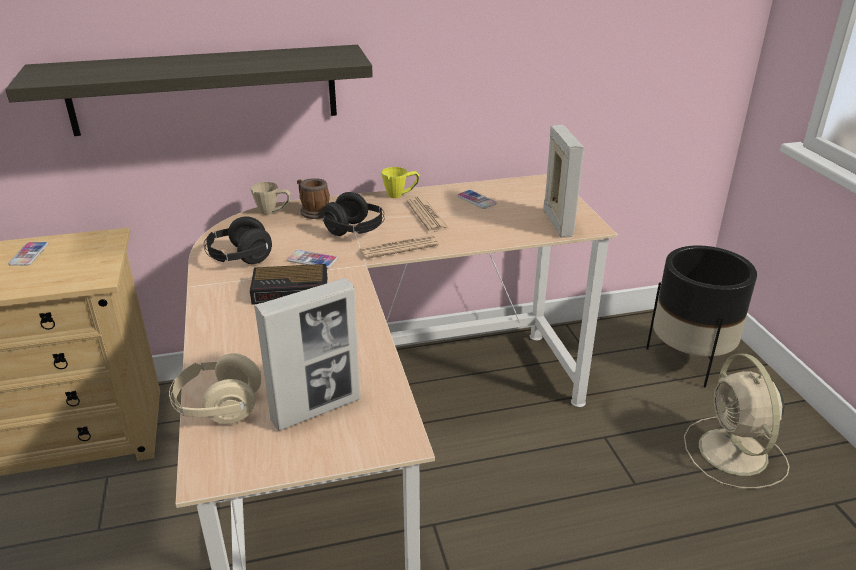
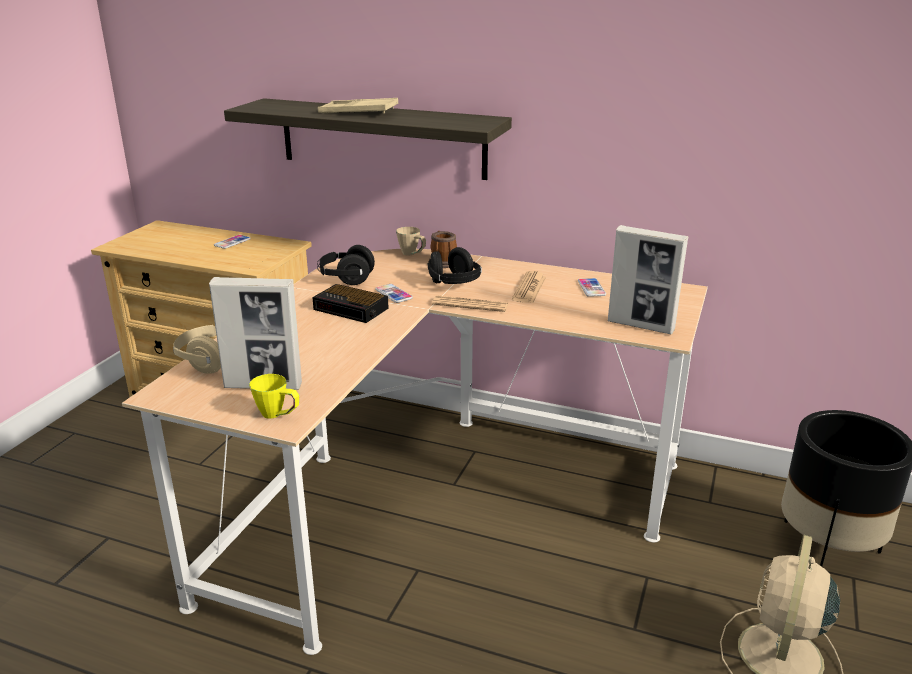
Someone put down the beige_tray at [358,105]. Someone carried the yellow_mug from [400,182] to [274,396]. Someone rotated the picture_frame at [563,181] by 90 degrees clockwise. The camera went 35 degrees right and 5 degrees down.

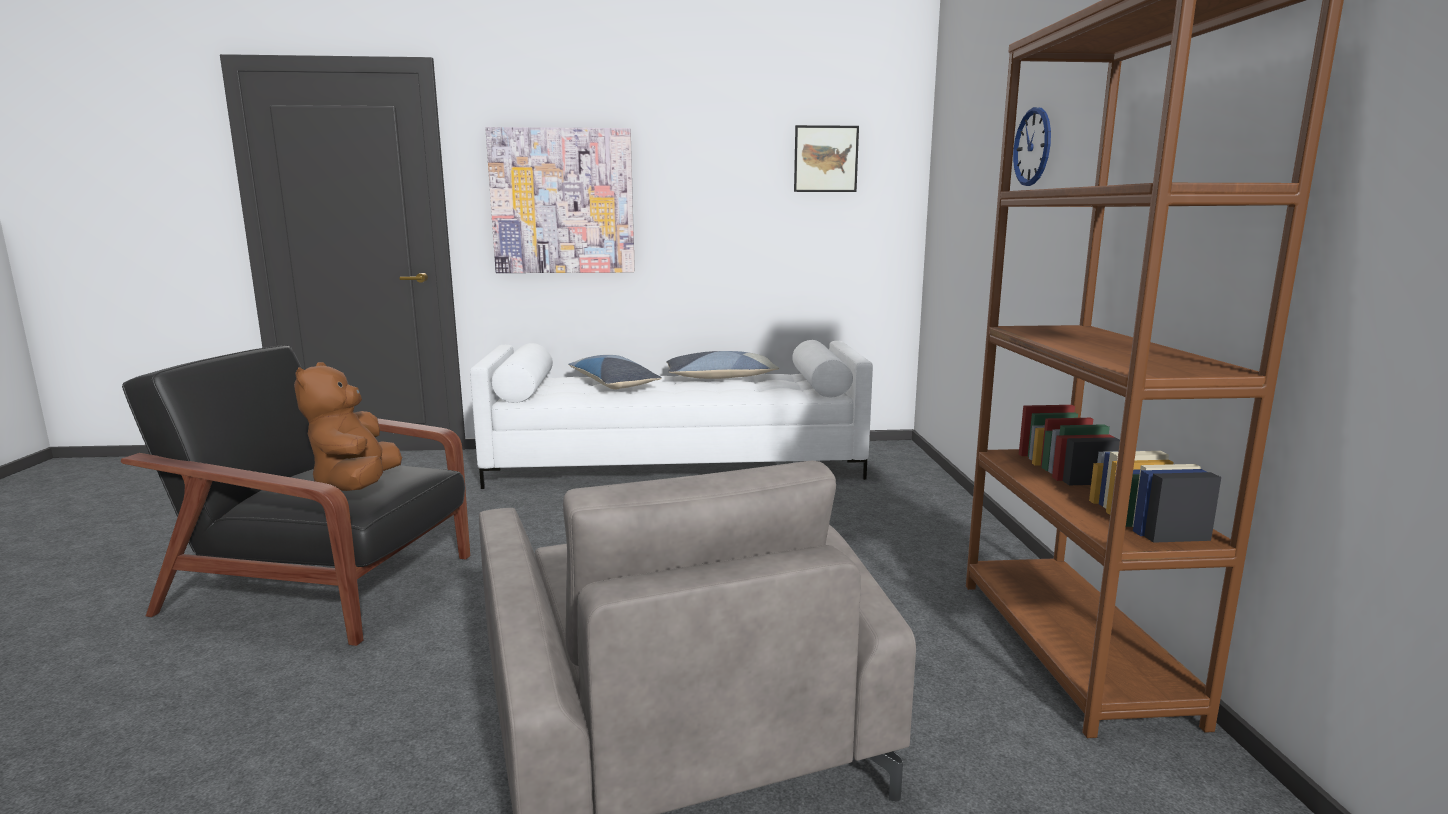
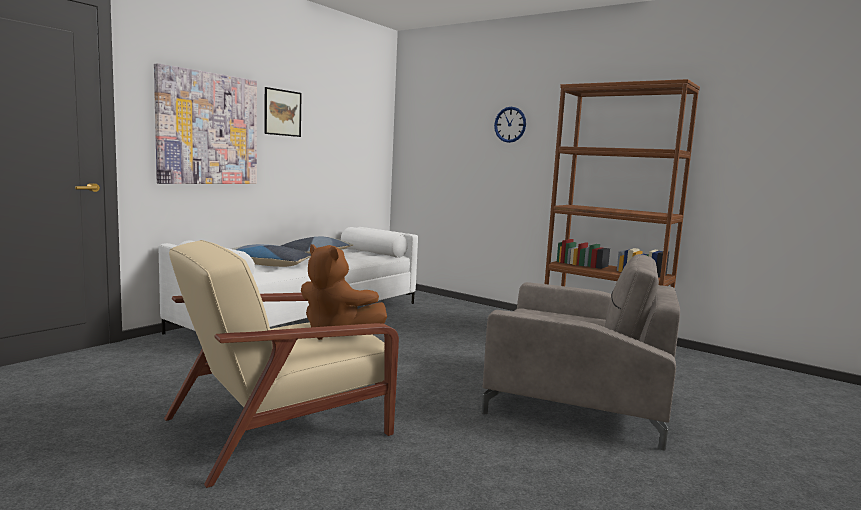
Someone carried the picture from [826,158] to [283,112]. Someone repainted the black_armchair at [295,495], which became the beige_armchair at [281,364]. The camera went 50 degrees left and 5 degrees down.

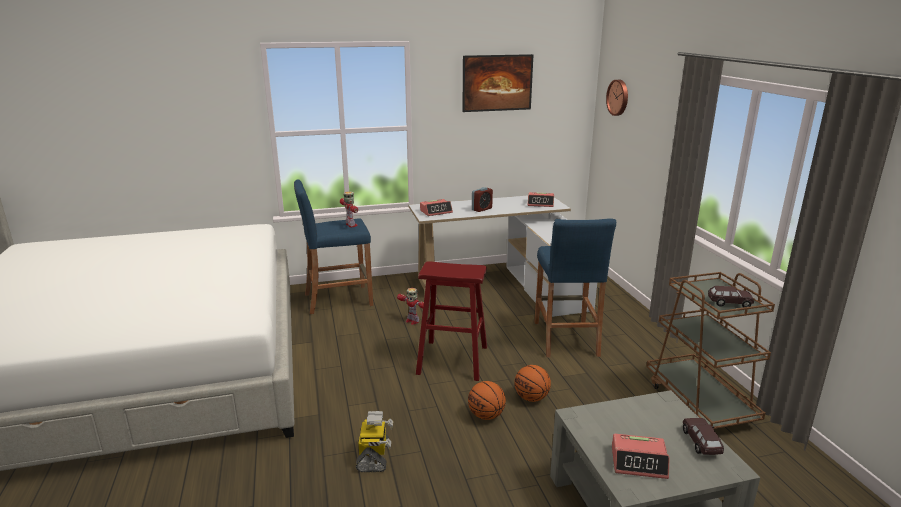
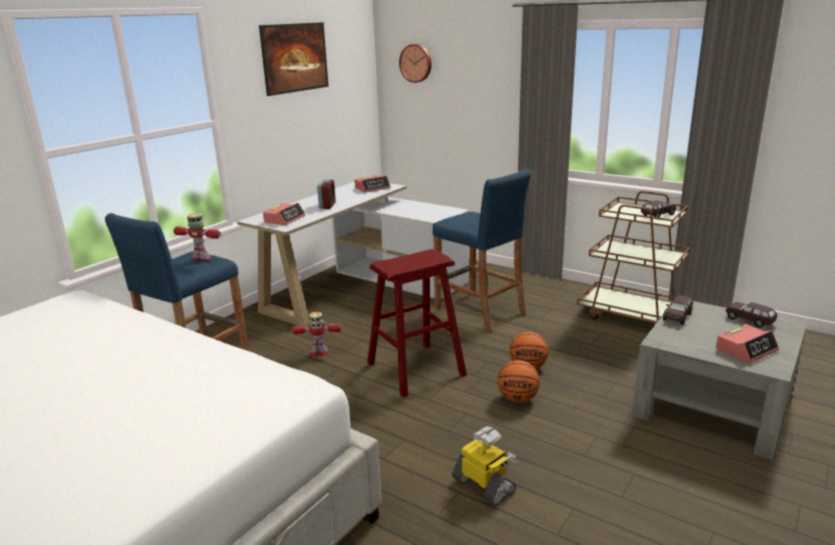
Someone put down the brown_toy_car at [678,310]. The camera went 40 degrees left and 0 degrees up.

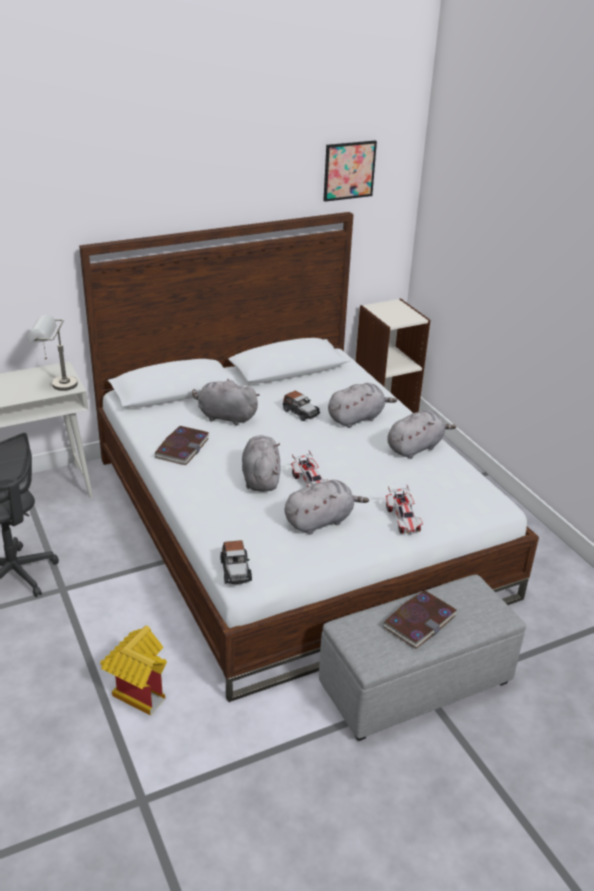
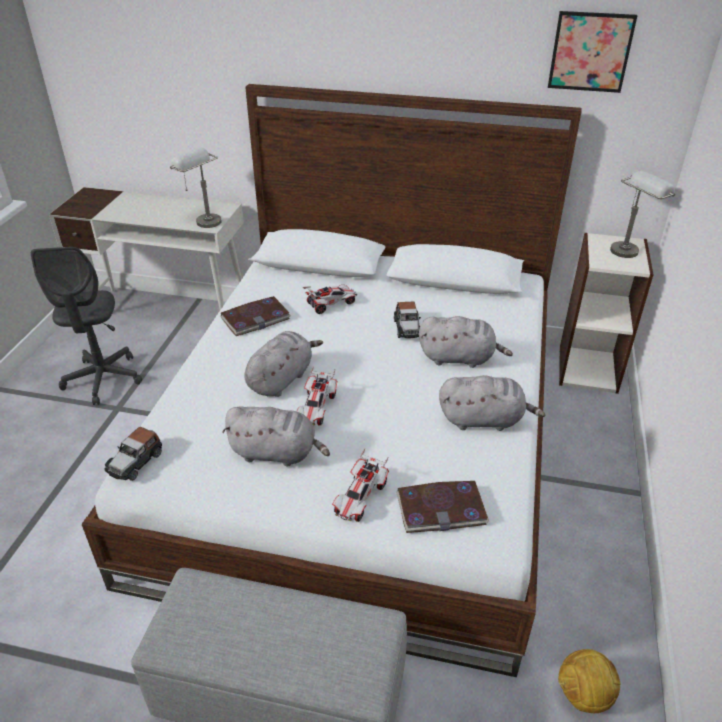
Someone took away the toy_house at [133,670]. Someone put down the football at [589,681]. Someone put down the grey_table_lamp at [642,214]. Someone carried the book from [420,619] to [442,507]. Someone swapped the grey_plush_toy at [226,402] for the toy_car at [330,299]. The camera went 40 degrees right and 5 degrees up.

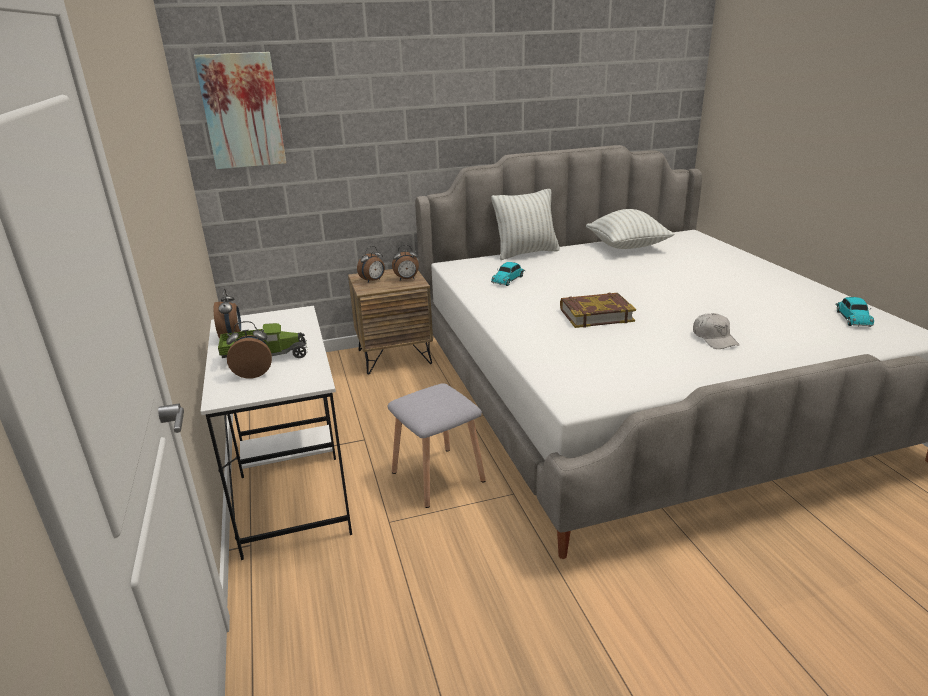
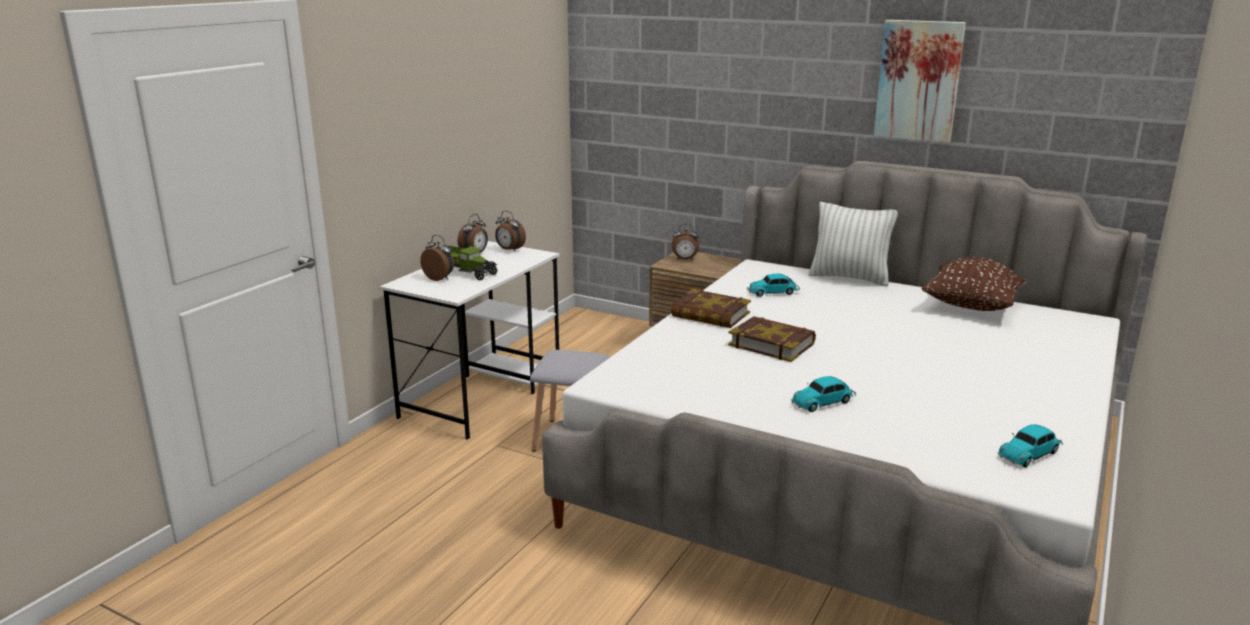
Someone put down the book at [711,308]. Someone carried the picture from [240,110] to [920,81]. Someone carried the alarm_clock from [405,262] to [510,231]. Someone swapped the white_cap at [716,331] for the toy_car at [823,394]. Someone repainted the white_pillow at [630,229], which became the brown_pillow at [974,284]. The camera went 45 degrees right and 5 degrees down.

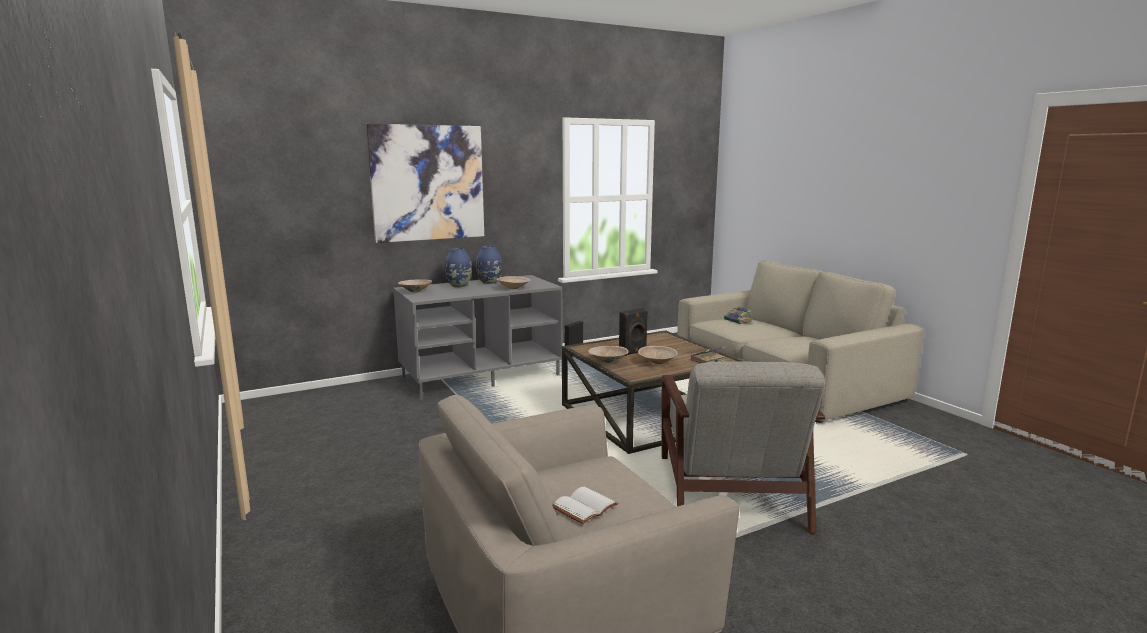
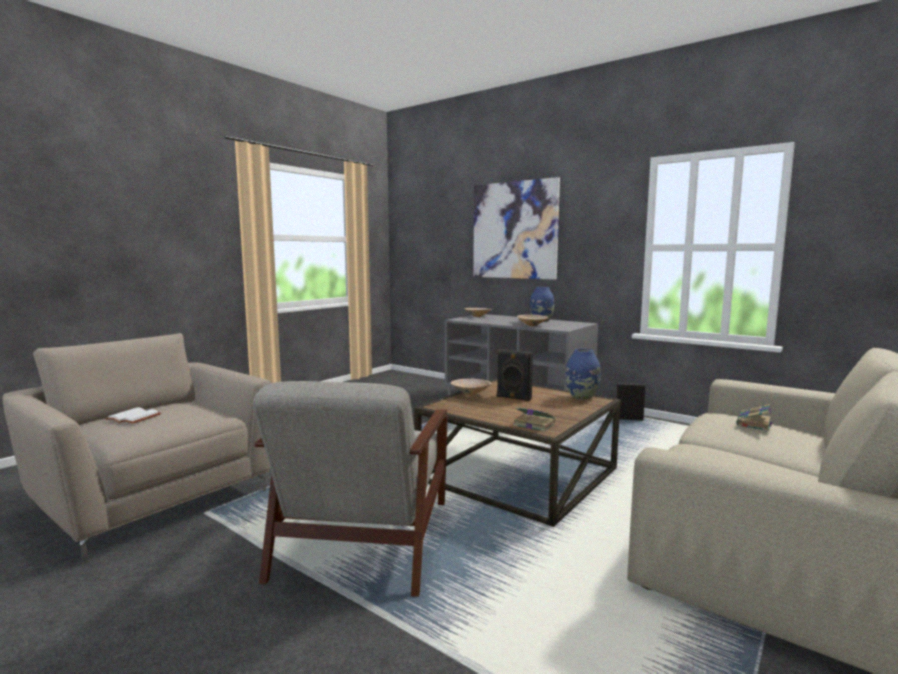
Someone took away the beige_bowl at [658,355]. Someone carried the blue_vase from [458,267] to [583,374]. Someone rotated the grey_armchair at [743,447] by 60 degrees counterclockwise. The camera went 65 degrees right and 5 degrees down.

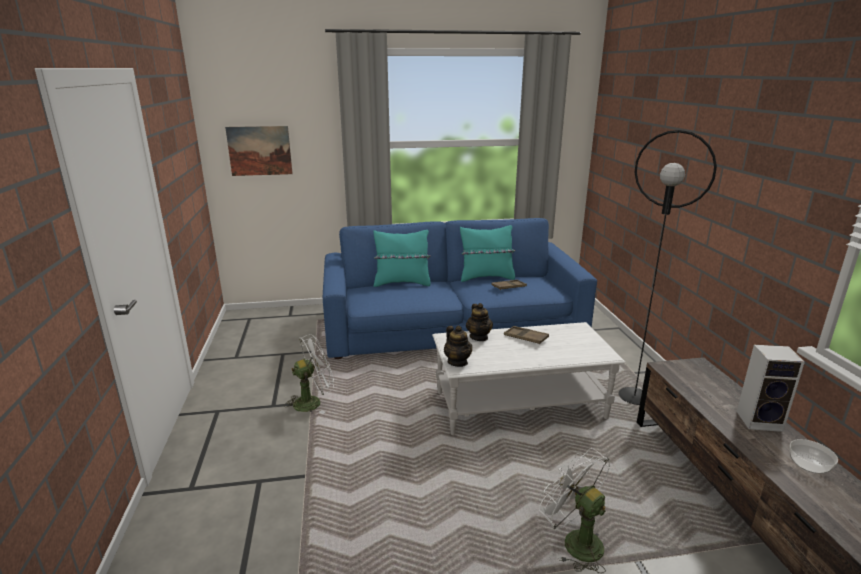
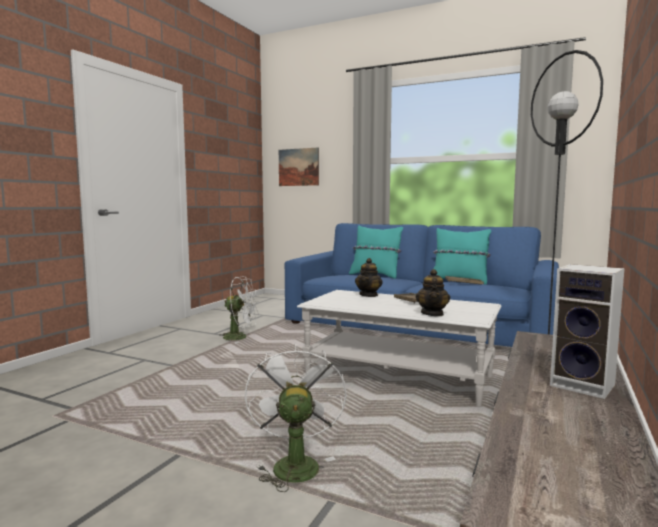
Someone took away the bowl at [813,456]. Someone carried the teapot from [458,346] to [433,292]. The camera went 35 degrees right and 15 degrees down.

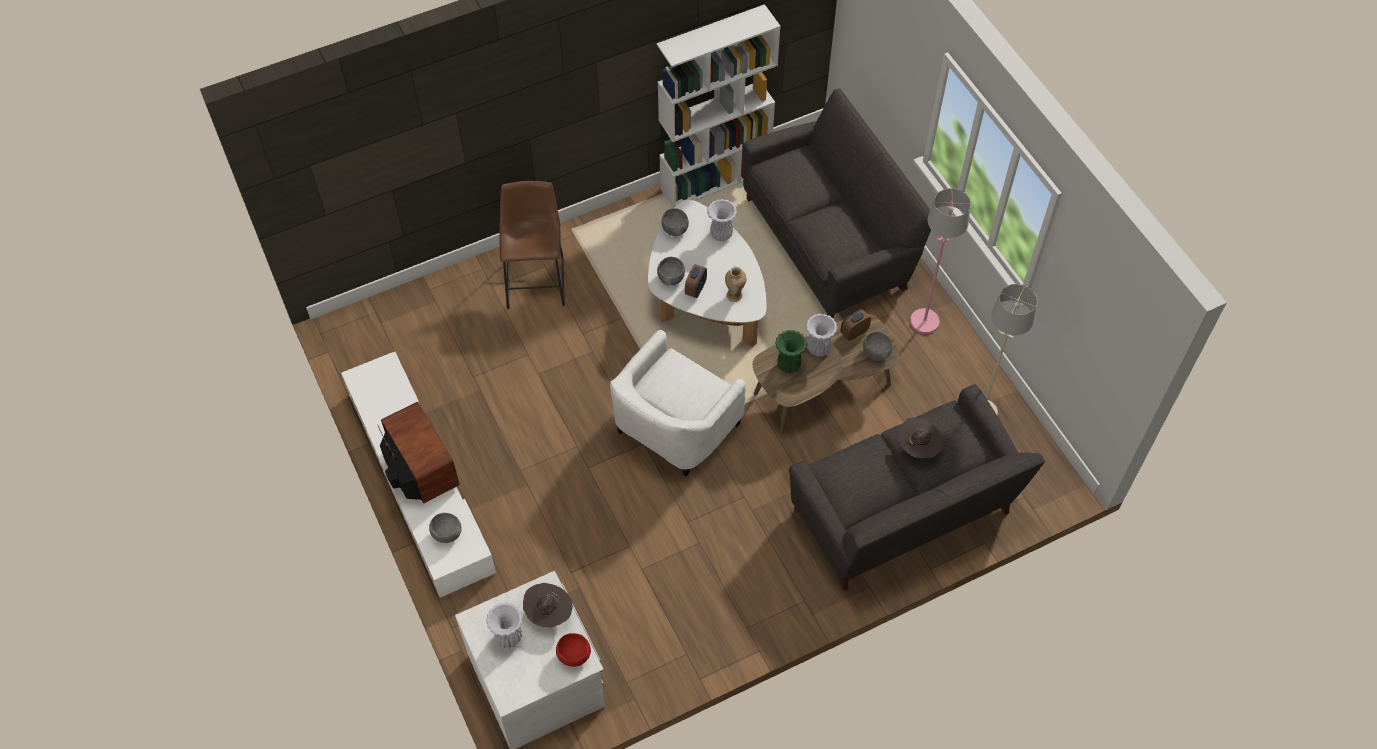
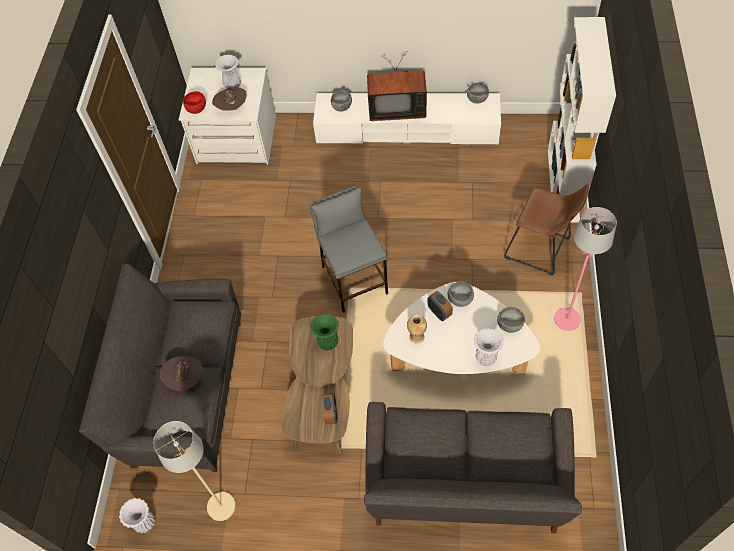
Someone carried the white_bookcase from [719,106] to [582,120]. Someone carried the white_vase from [821,335] to [137,515]. Someone carried the grey_bowl from [877,346] to [478,93]. Someone carried the pink_floor_lamp from [940,261] to [585,269]. Someone swapped the white_armchair at [678,403] for the grey_stool at [349,249]. The camera went 125 degrees right and 0 degrees up.

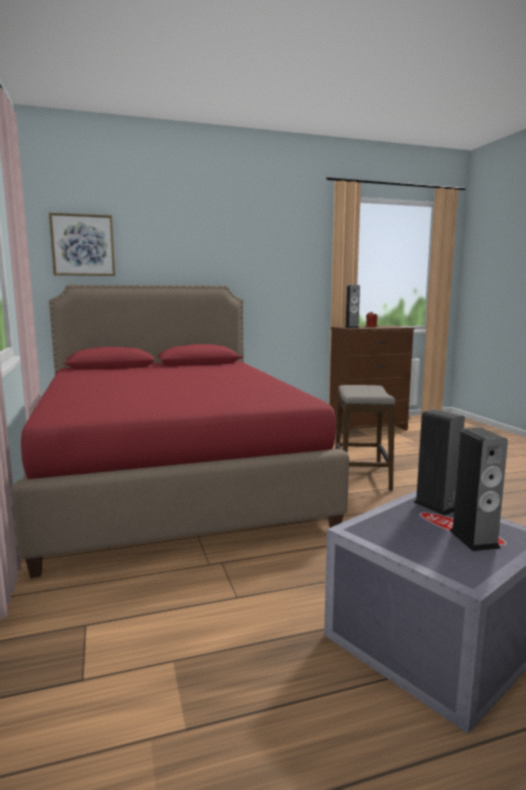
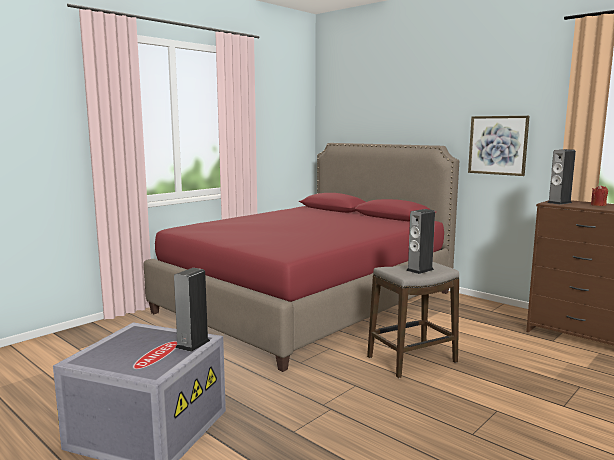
Someone carried the picture from [82,244] to [499,146]. Someone carried the speaker from [478,489] to [420,241]. The camera went 60 degrees right and 0 degrees up.

